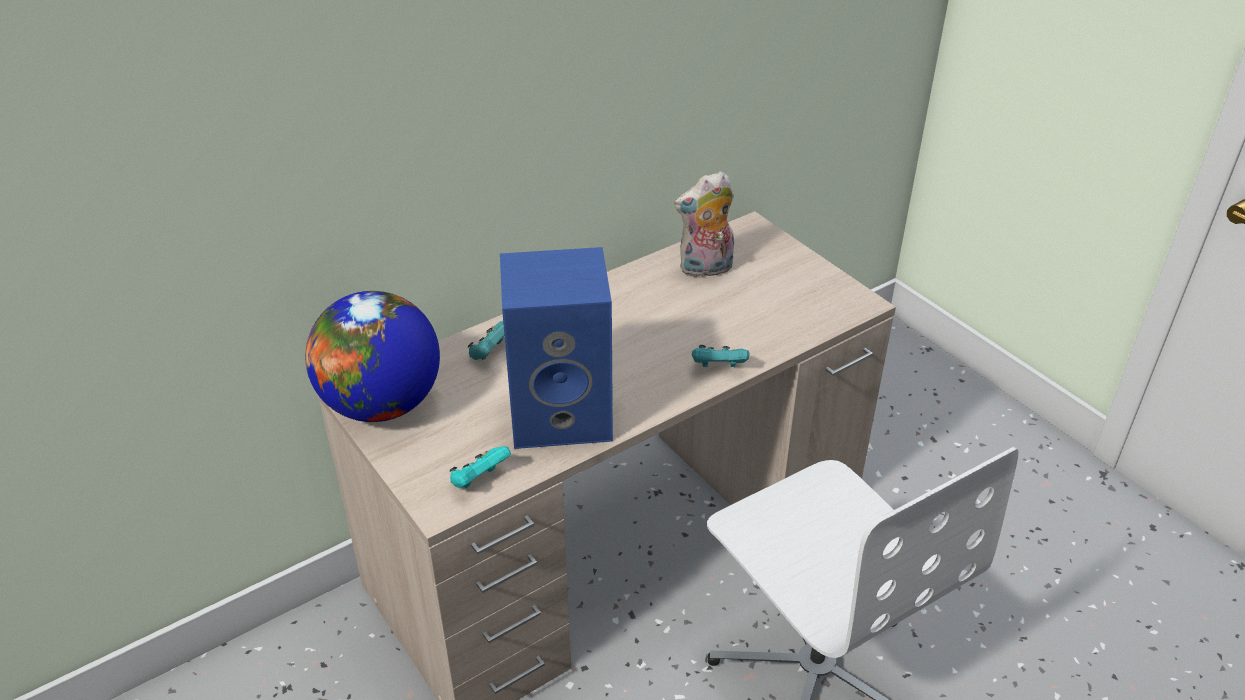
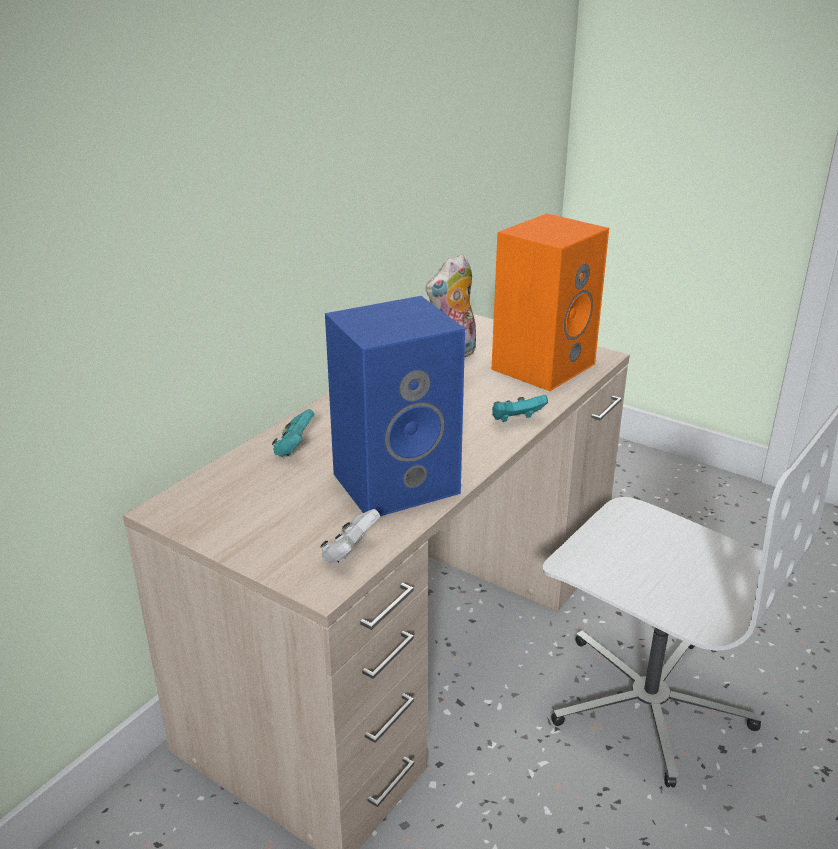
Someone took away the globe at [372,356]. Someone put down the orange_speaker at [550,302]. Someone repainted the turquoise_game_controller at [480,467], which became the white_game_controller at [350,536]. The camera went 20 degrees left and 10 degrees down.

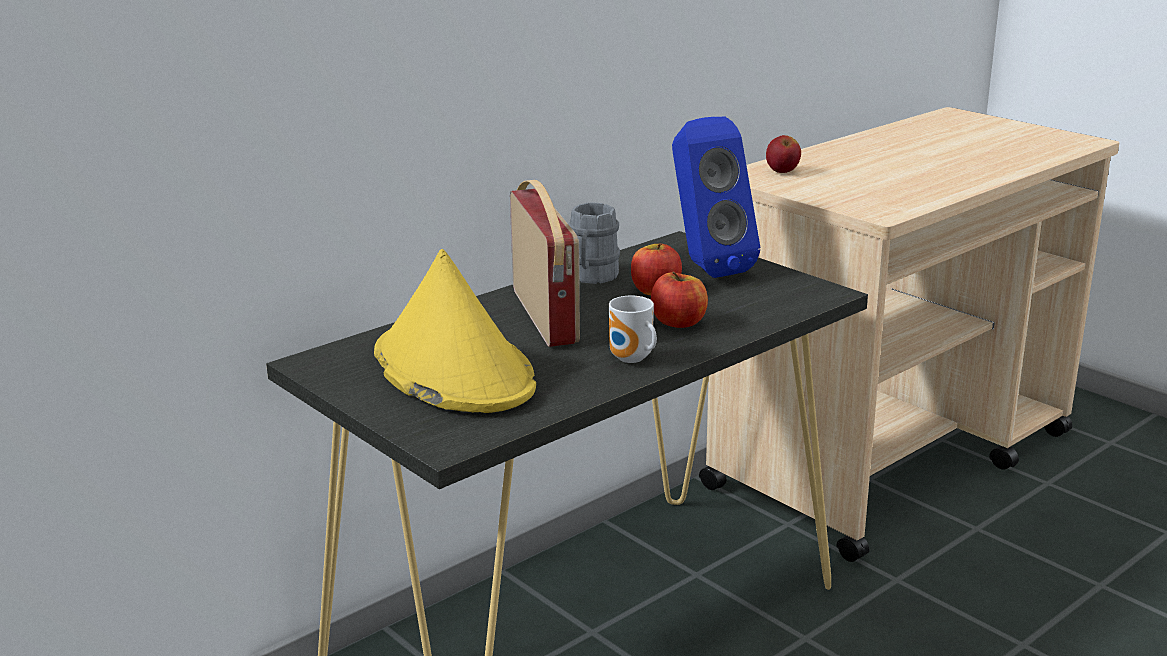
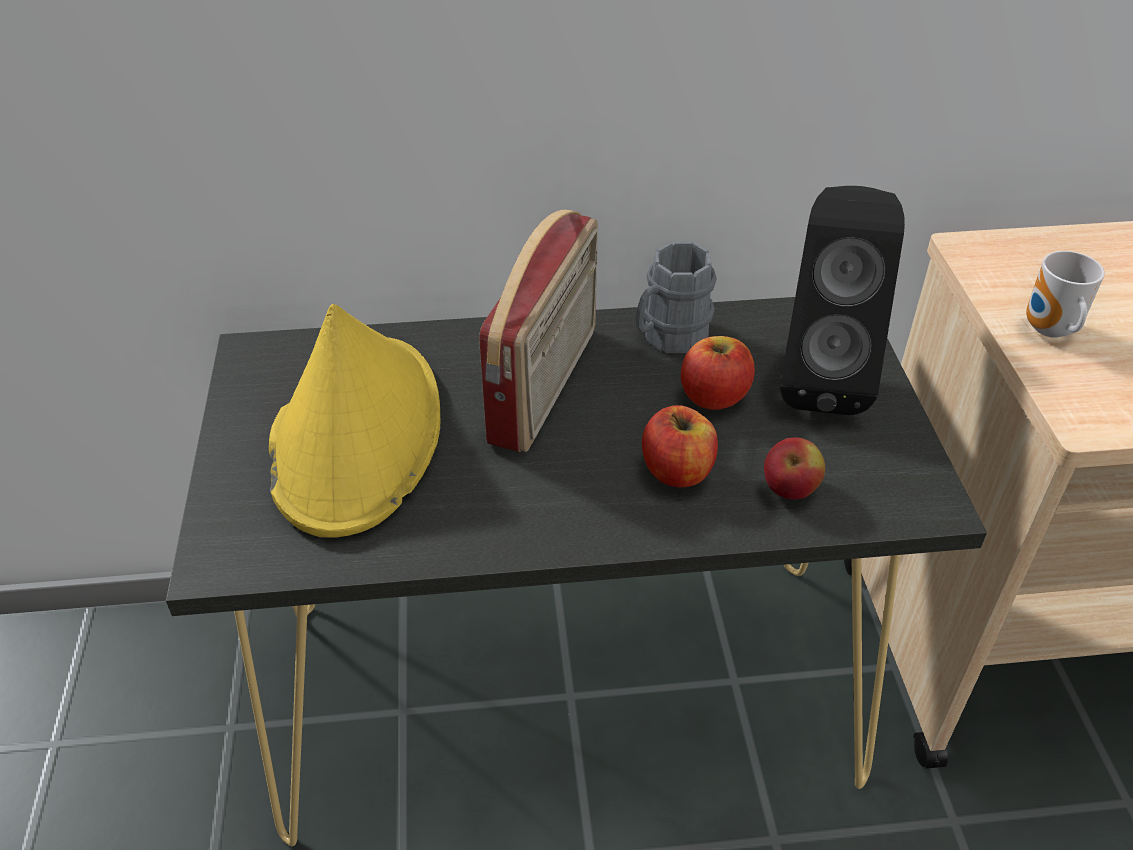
Someone carried the mug from [633,329] to [1065,294]. Someone carried the apple from [783,154] to [794,468]. Someone repainted the blue_speaker at [716,197], which became the black_speaker at [842,300]. The camera went 35 degrees right and 20 degrees up.

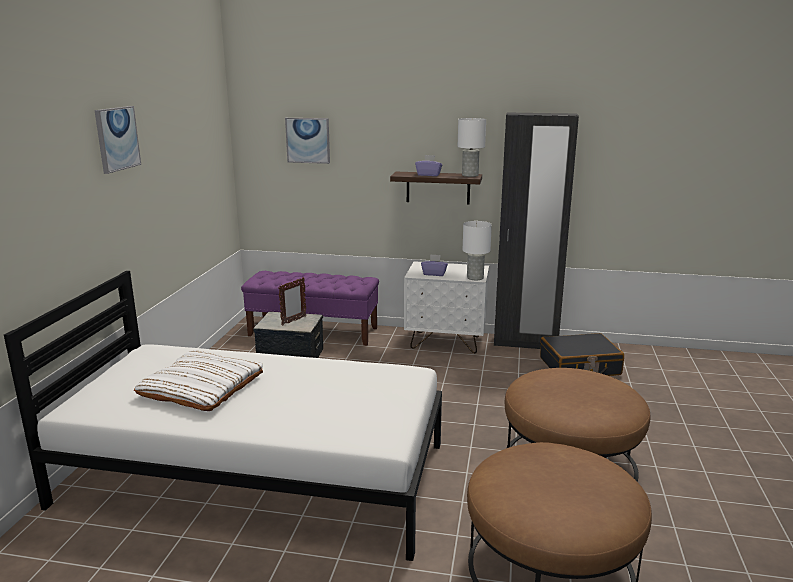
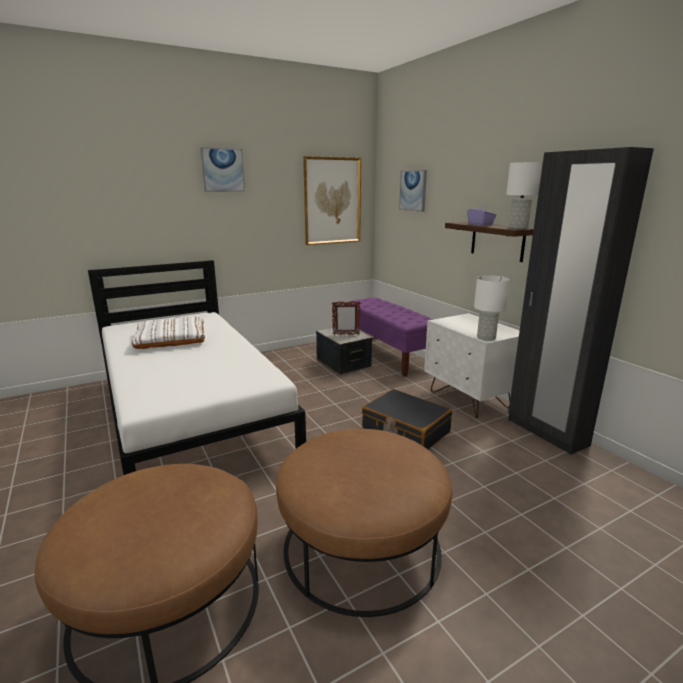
Someone took away the purple_tissue_box at [434,265]. Someone put up the picture at [332,200]. Someone carried the black_suitcase from [582,354] to [407,419]. The camera went 50 degrees right and 0 degrees up.

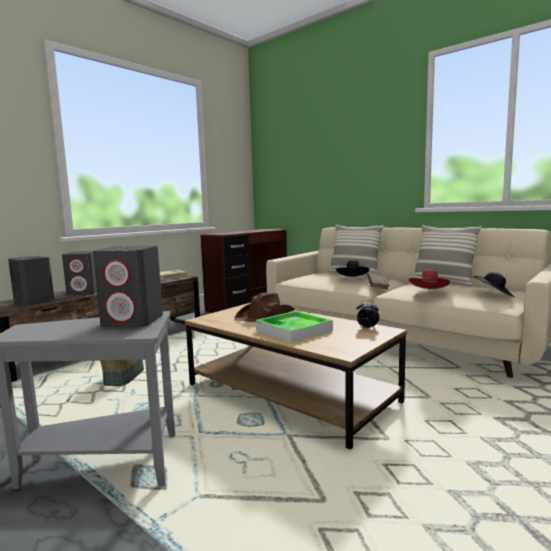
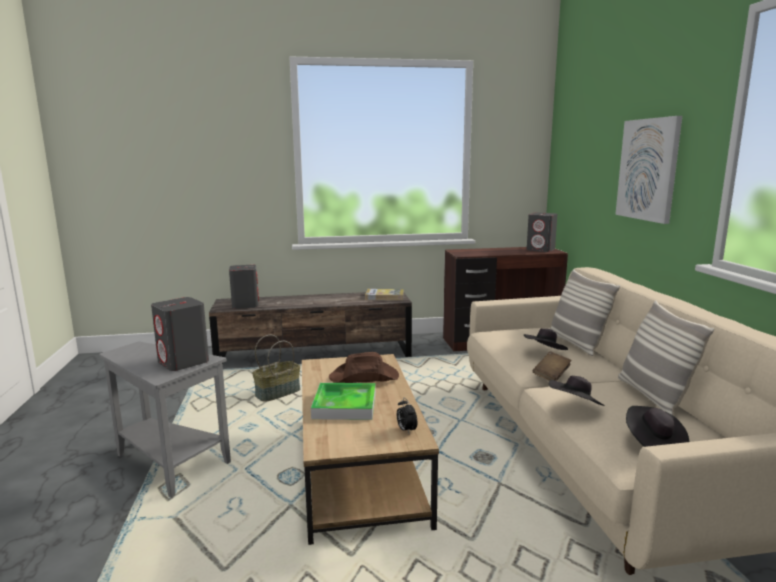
Someone put up the picture at [648,170]. Someone carried the grey_speaker from [79,273] to [542,232]. Someone repainted the red_hat at [429,279], which became the black_hat at [577,391]. The camera went 40 degrees right and 5 degrees up.

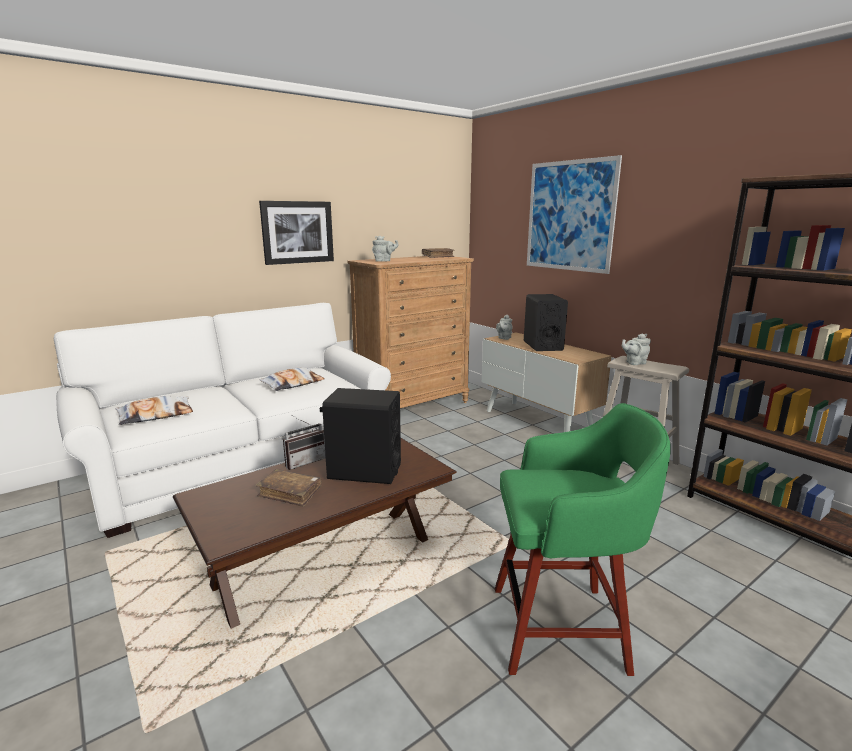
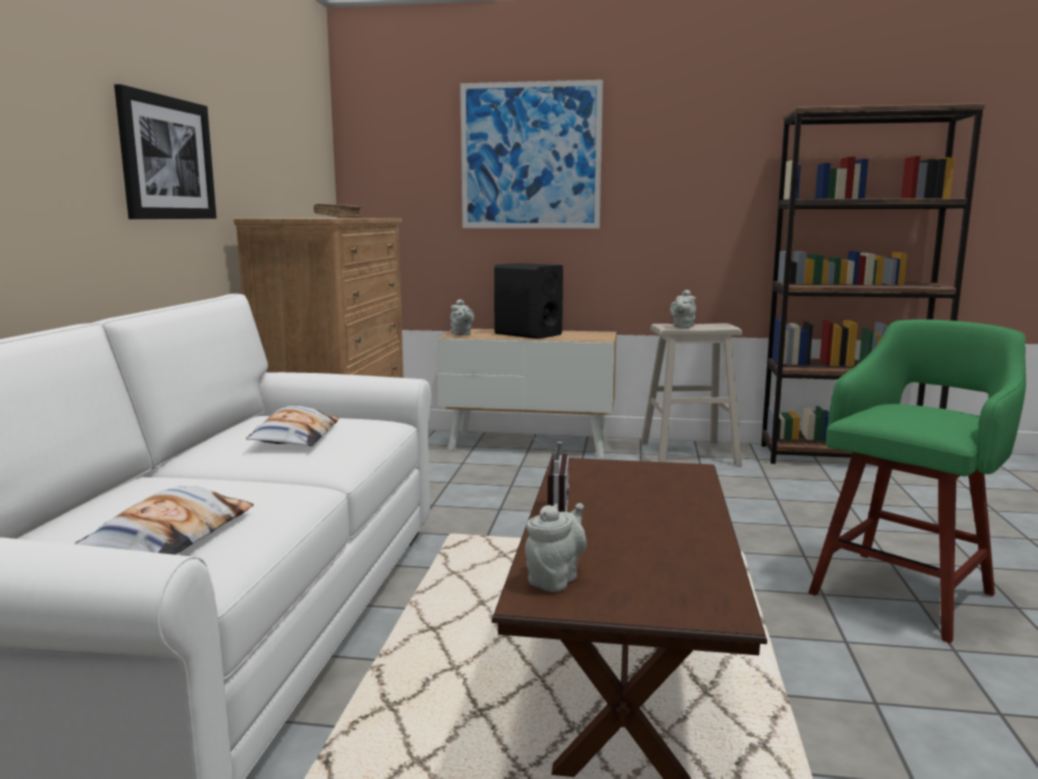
Someone took away the brown_book at [289,488]. Someone took away the black_speaker at [360,436]. Someone carried the grey_teapot from [385,248] to [556,547]. The camera went 45 degrees left and 5 degrees down.

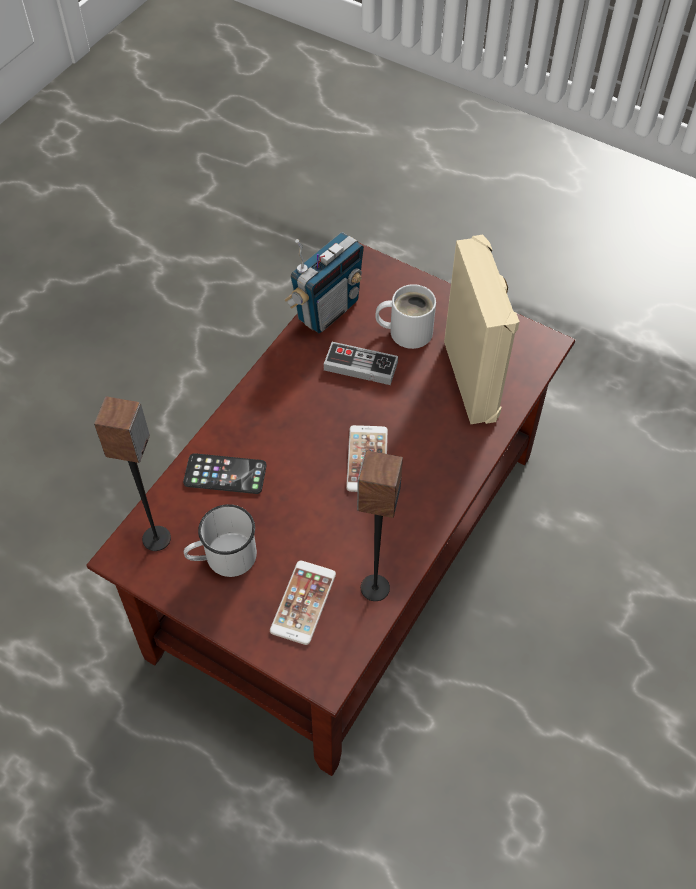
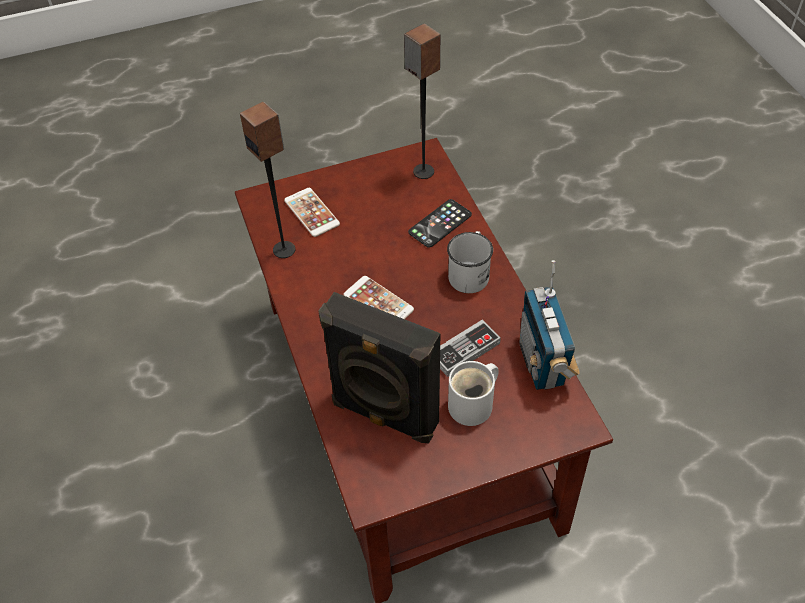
Someone carried the white_mug from [220,540] to [470,262]. Someone repainted the beige_speaker at [482,329], which became the black_speaker at [379,367]. The camera went 130 degrees right and 5 degrees down.

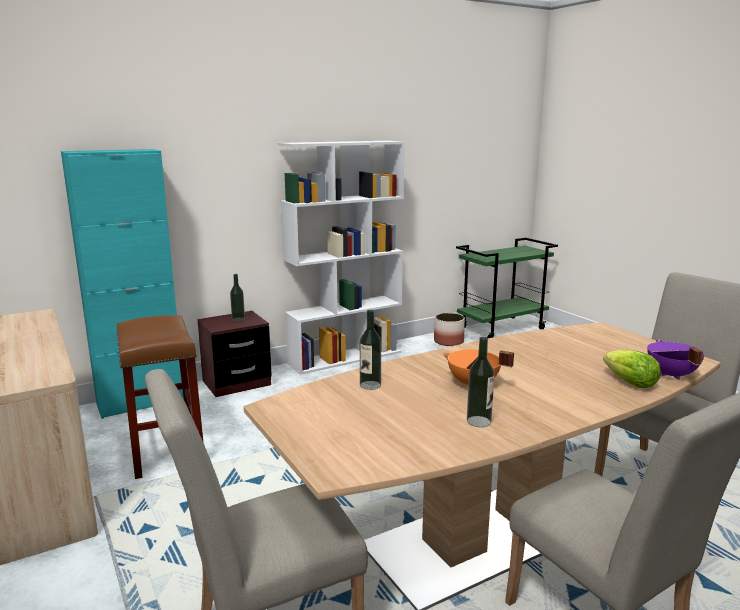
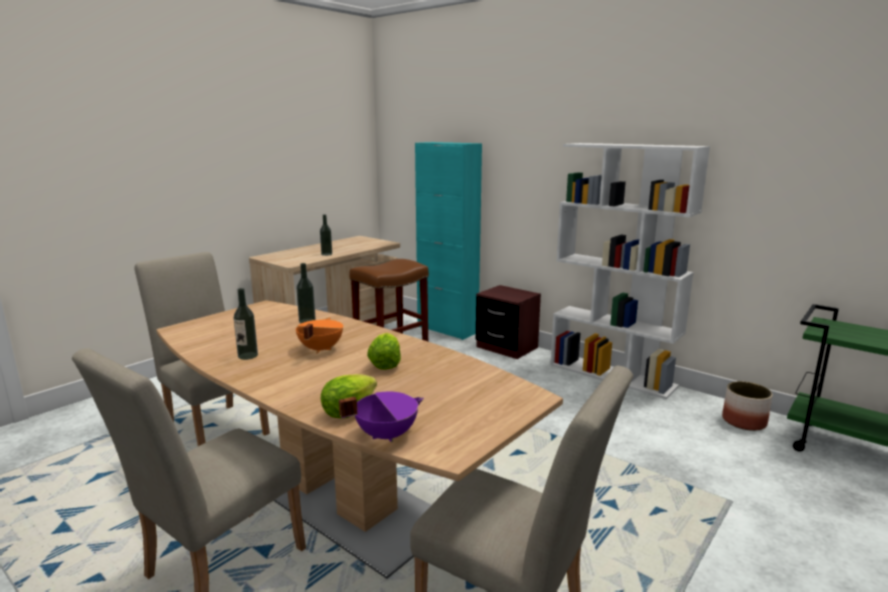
Someone put down the lettuce at [384,351]. Someone carried the bottle from [237,298] to [326,235]. The camera went 70 degrees right and 0 degrees up.

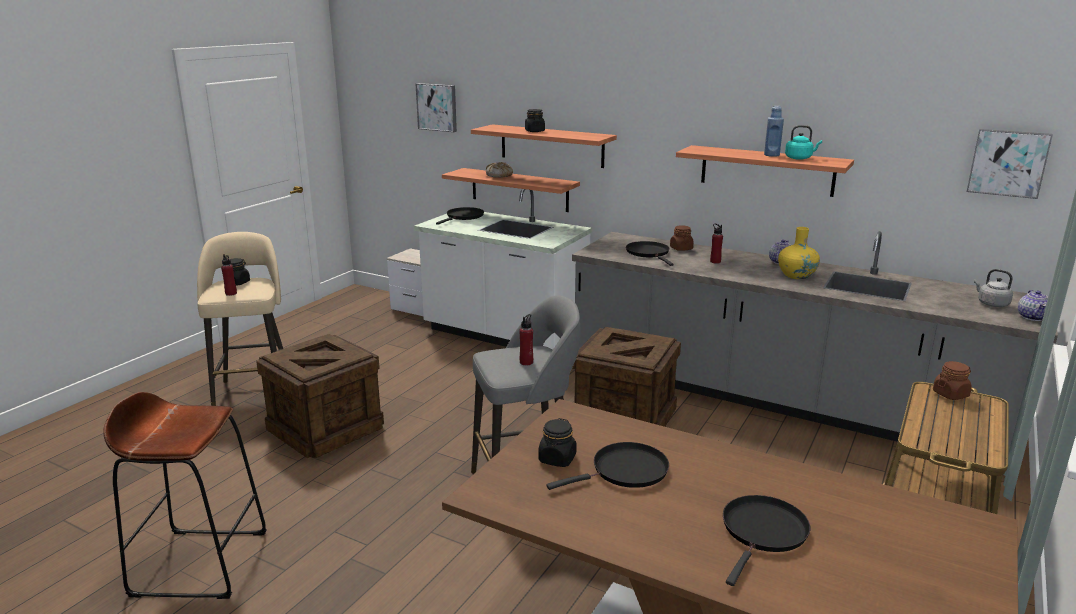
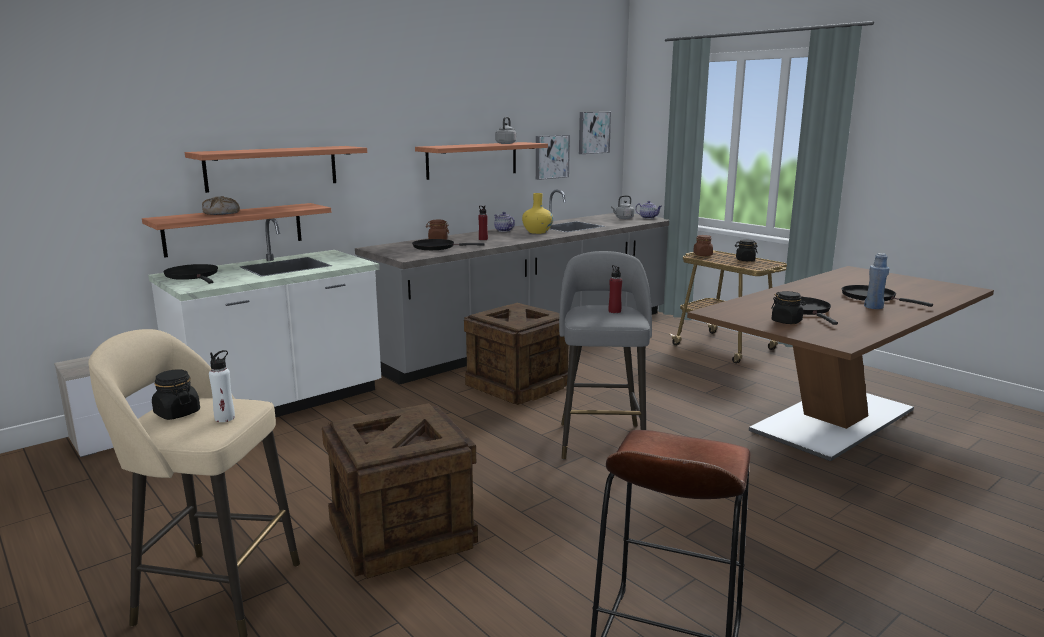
Someone carried the picture from [436,107] to [553,157]. Someone carried the black_jar from [535,120] to [746,250]. Someone carried the blue_bottle from [774,131] to [877,281]. Someone repainted the red_bottle at [229,275], which became the white_bottle at [222,386]. Someone repainted the turquoise_kettle at [803,142], which became the grey_kettle at [505,130]. The camera went 70 degrees left and 5 degrees down.

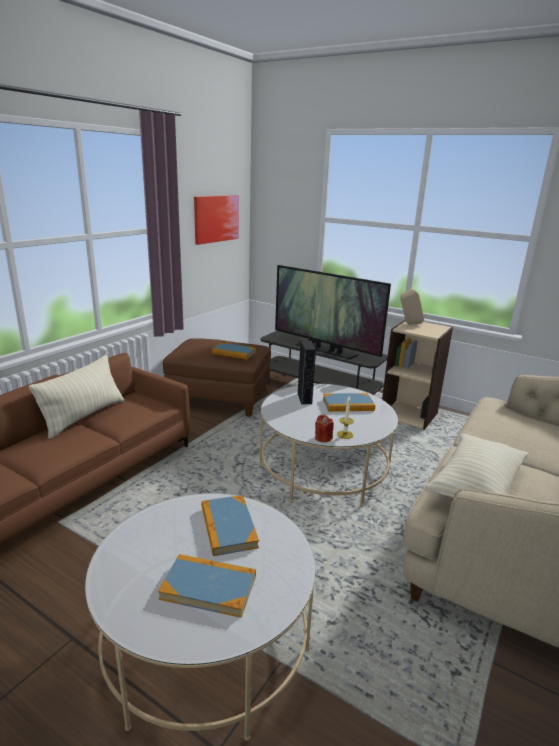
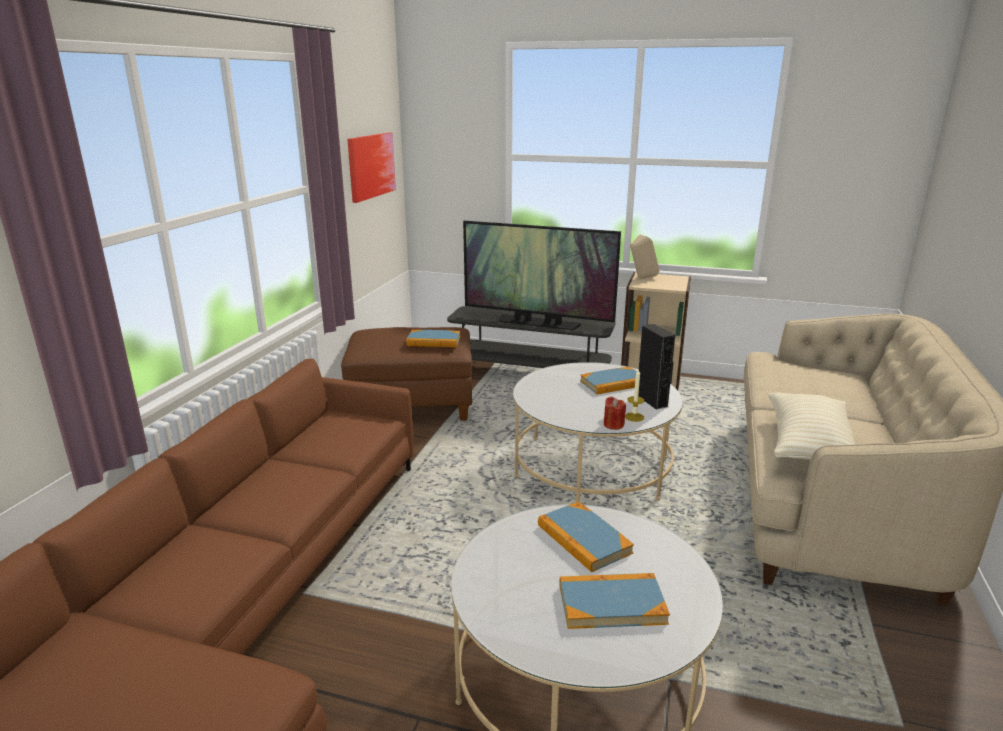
Someone took away the beige_pillow at [76,396]. Someone carried the black_speaker from [307,373] to [656,367]. The camera went 15 degrees left and 0 degrees up.

